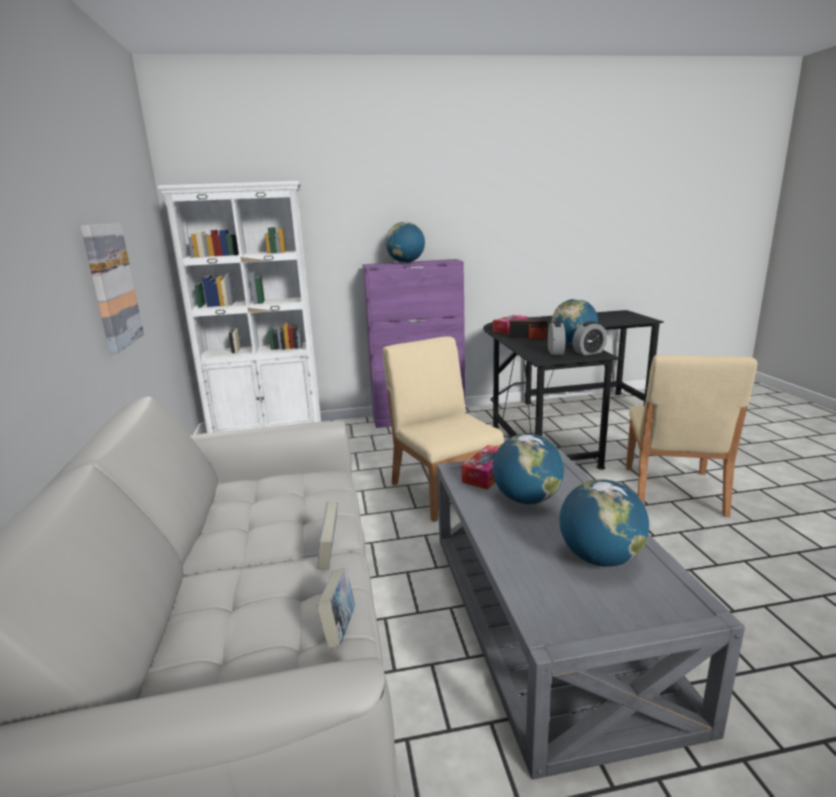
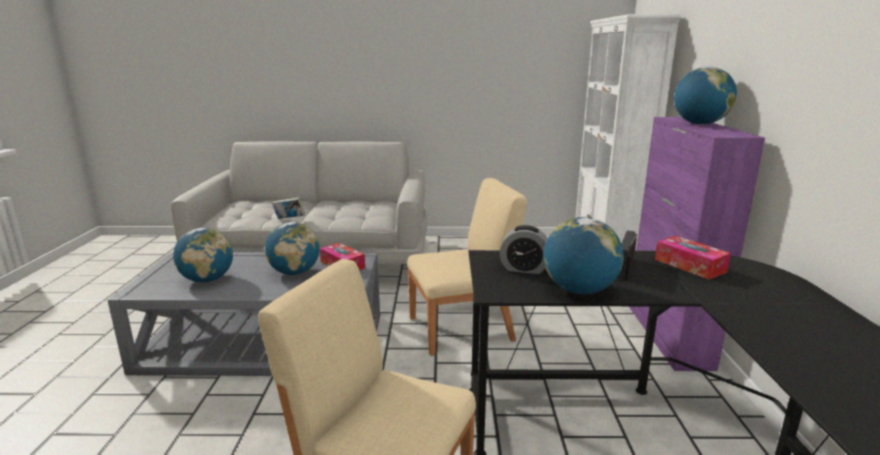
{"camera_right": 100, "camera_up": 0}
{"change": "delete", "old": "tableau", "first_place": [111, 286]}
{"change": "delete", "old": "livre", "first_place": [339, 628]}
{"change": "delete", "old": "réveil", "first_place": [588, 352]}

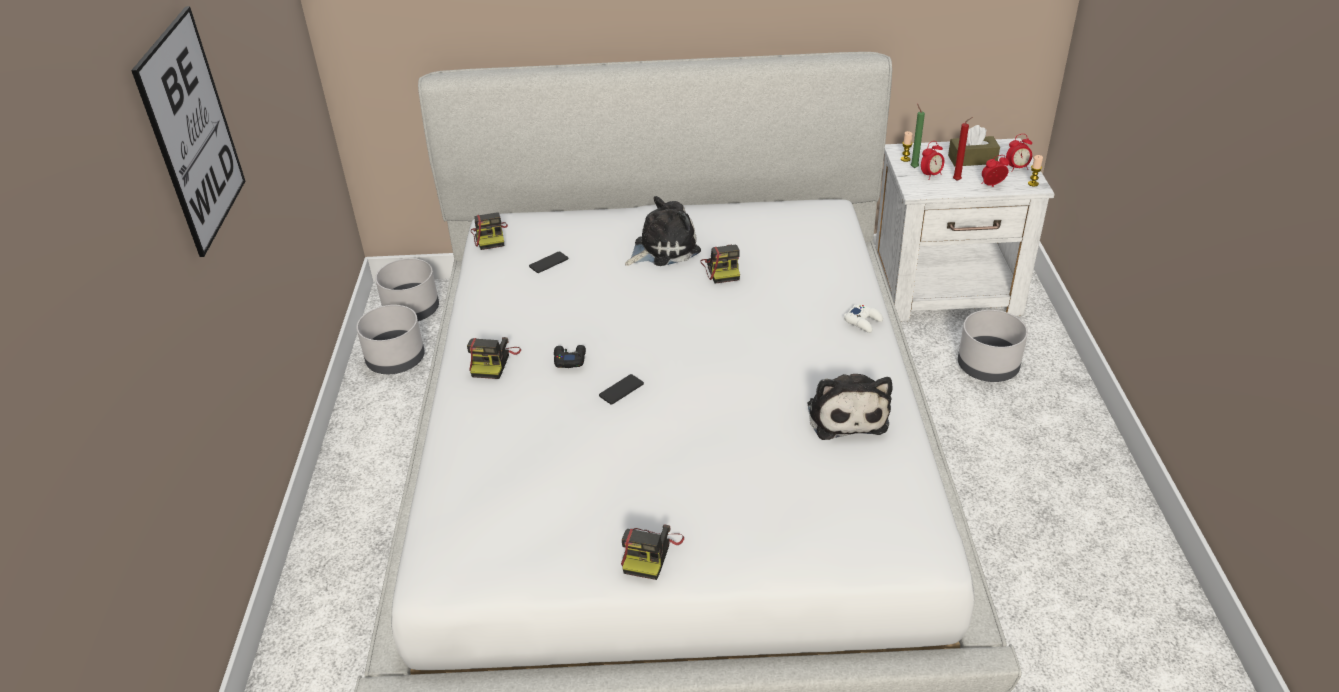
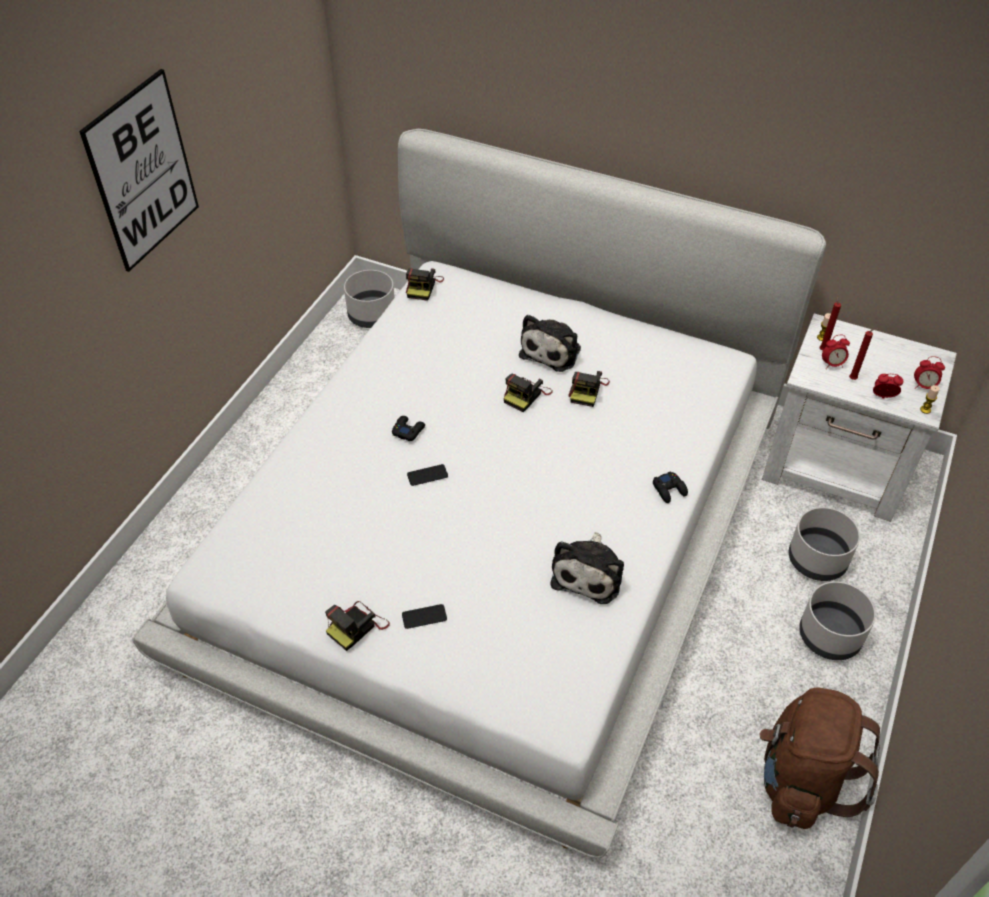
{"camera_right": 25, "camera_up": 10}
{"change": "delete", "old": "boîte à mouchoirs/marron", "first_place": [972, 159]}
{"change": "insert", "new": "sac à dos/marron", "second_place": [801, 779]}
{"change": "move", "old": "cache-pot/gris", "first_place": [396, 360], "second_place": [829, 636]}
{"change": "move", "old": "appareil photo", "first_place": [493, 362], "second_place": [526, 395]}
{"change": "move", "old": "téléphone", "first_place": [548, 263], "second_place": [424, 616]}
{"change": "recolor", "old": "manette/blanc", "new": "manette/noir", "first_place": [863, 321], "second_place": [669, 490]}
{"change": "recolor", "old": "bougie/vert", "new": "bougie/rouge", "first_place": [913, 167], "second_place": [822, 349]}
{"change": "rotate", "old": "peluche", "first_place": [663, 248], "second_place": [552, 350], "degrees": 120}

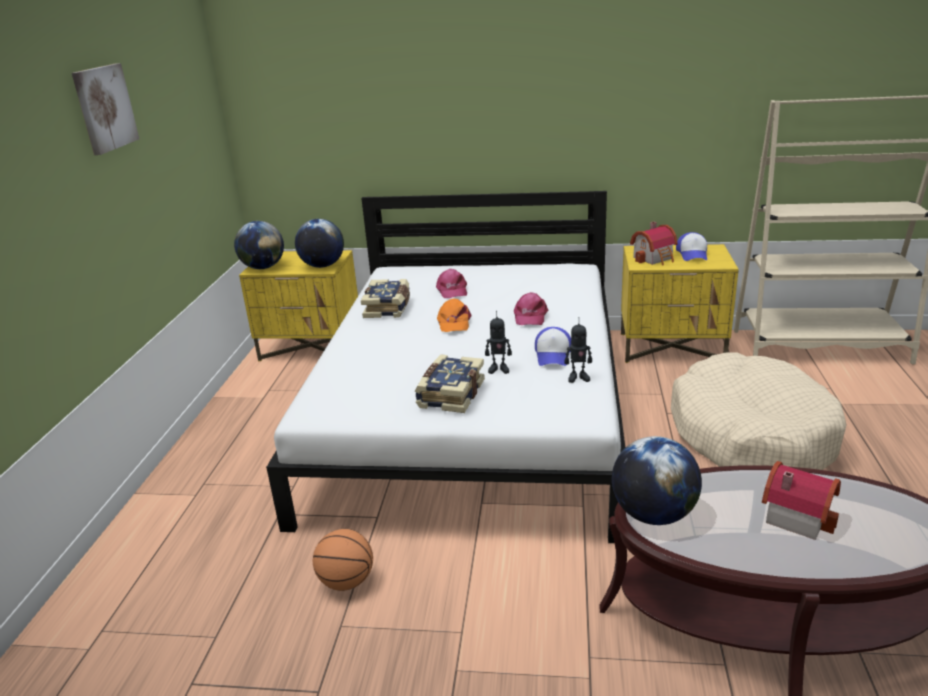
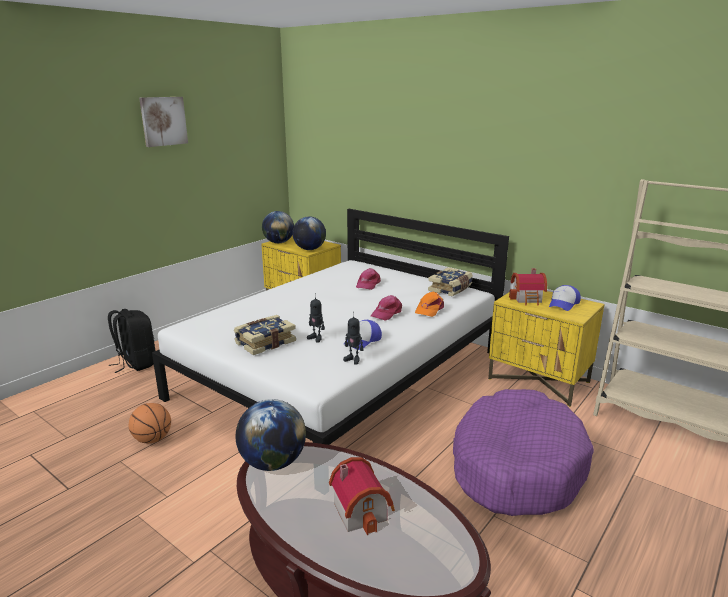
{"camera_right": 30, "camera_up": -5}
{"change": "insert", "new": "sac à dos/noir", "second_place": [136, 363]}
{"change": "move", "old": "livre", "first_place": [388, 308], "second_place": [451, 289]}
{"change": "move", "old": "casquette/orange", "first_place": [454, 322], "second_place": [429, 309]}
{"change": "recolor", "old": "panier pour chien/beige", "new": "panier pour chien/violet", "first_place": [751, 436], "second_place": [516, 466]}

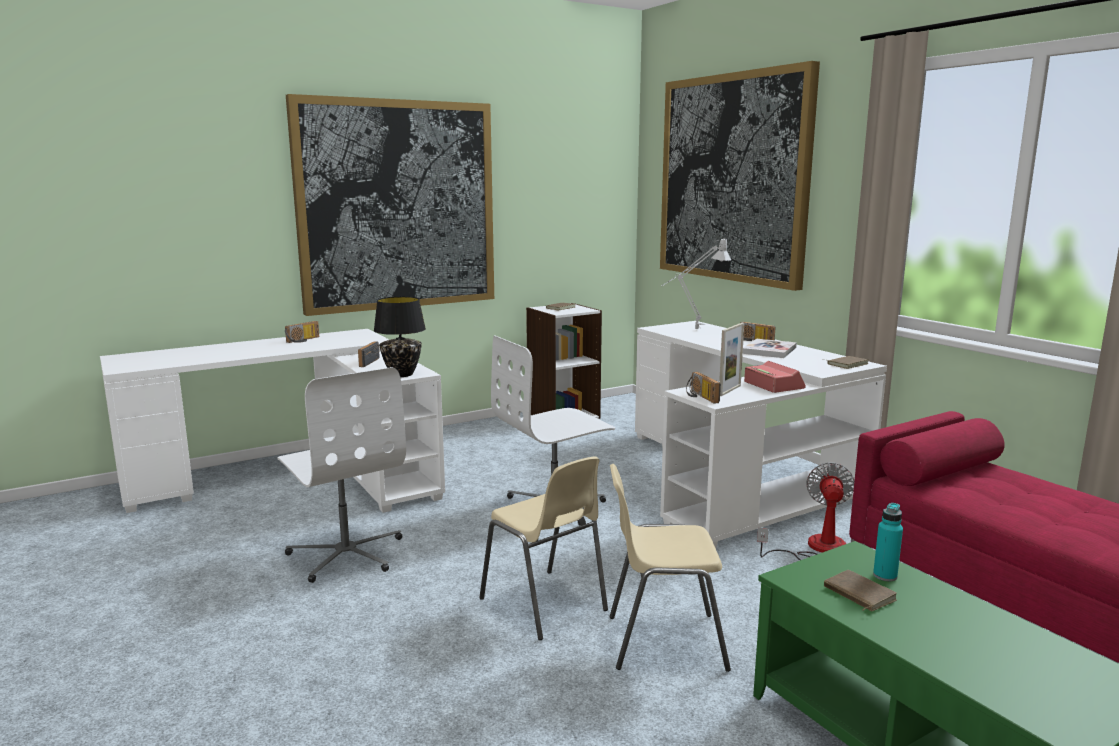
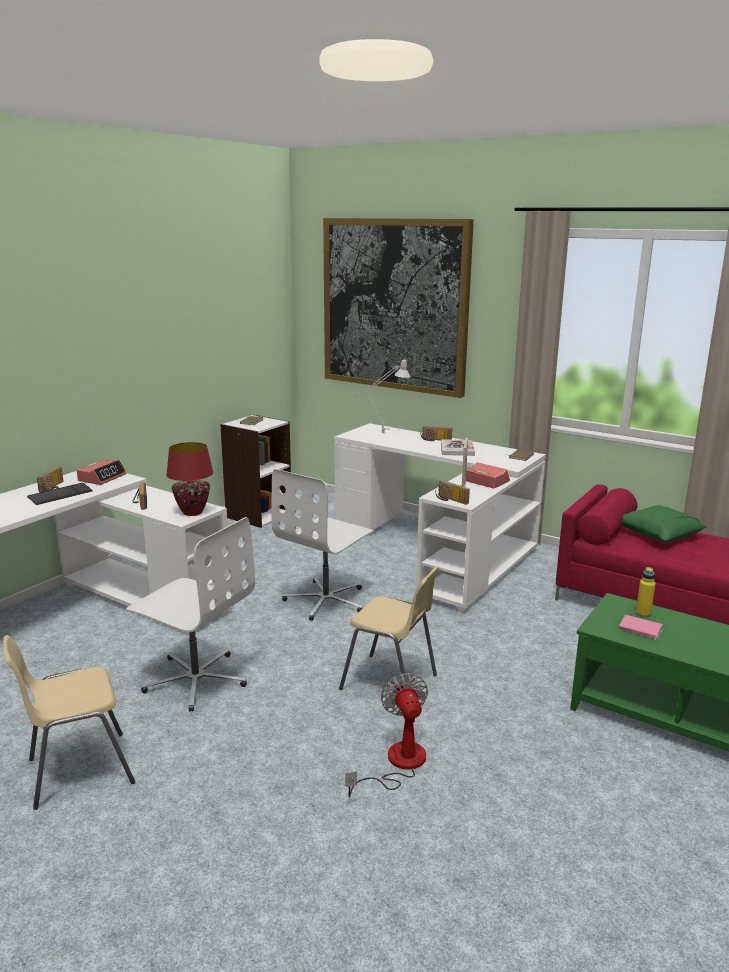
{"camera_right": -25, "camera_up": 5}
{"change": "delete", "old": "tableau", "first_place": [397, 206]}
{"change": "insert", "new": "clavier", "second_place": [60, 495]}
{"change": "insert", "new": "réveil", "second_place": [102, 478]}
{"change": "insert", "new": "coussin/vert", "second_place": [658, 534]}
{"change": "move", "old": "chaise/beige", "first_place": [662, 641], "second_place": [77, 771]}
{"change": "move", "old": "ventilateur", "first_place": [815, 548], "second_place": [397, 764]}
{"change": "recolor", "old": "lampe de table/noir", "new": "lampe de table/rouge", "first_place": [401, 374], "second_place": [192, 512]}
{"change": "recolor", "old": "livre/marron", "new": "livre/rose", "first_place": [857, 594], "second_place": [640, 630]}
{"change": "recolor", "old": "bouteille/turquoise", "new": "bouteille/jaune", "first_place": [885, 576], "second_place": [643, 613]}

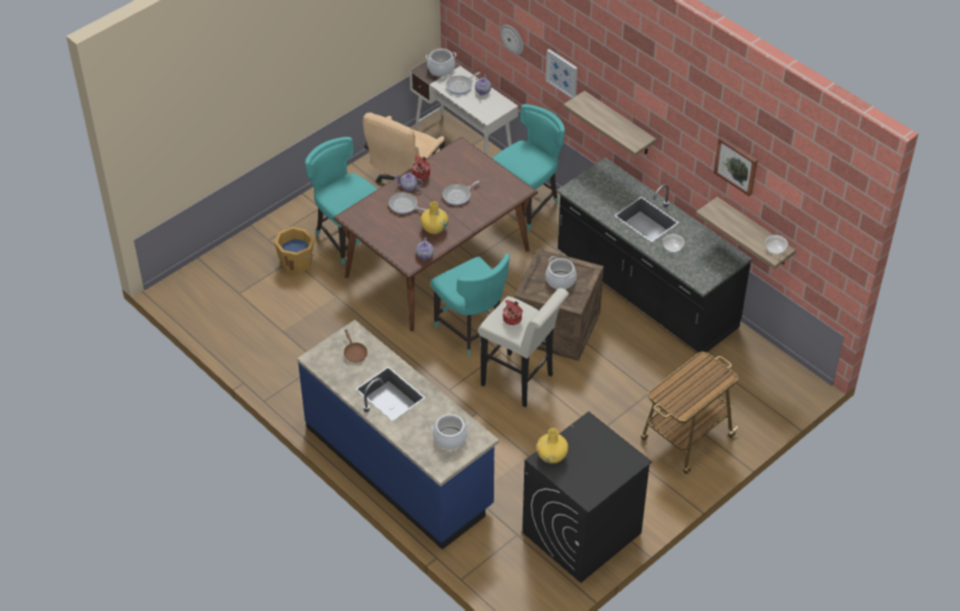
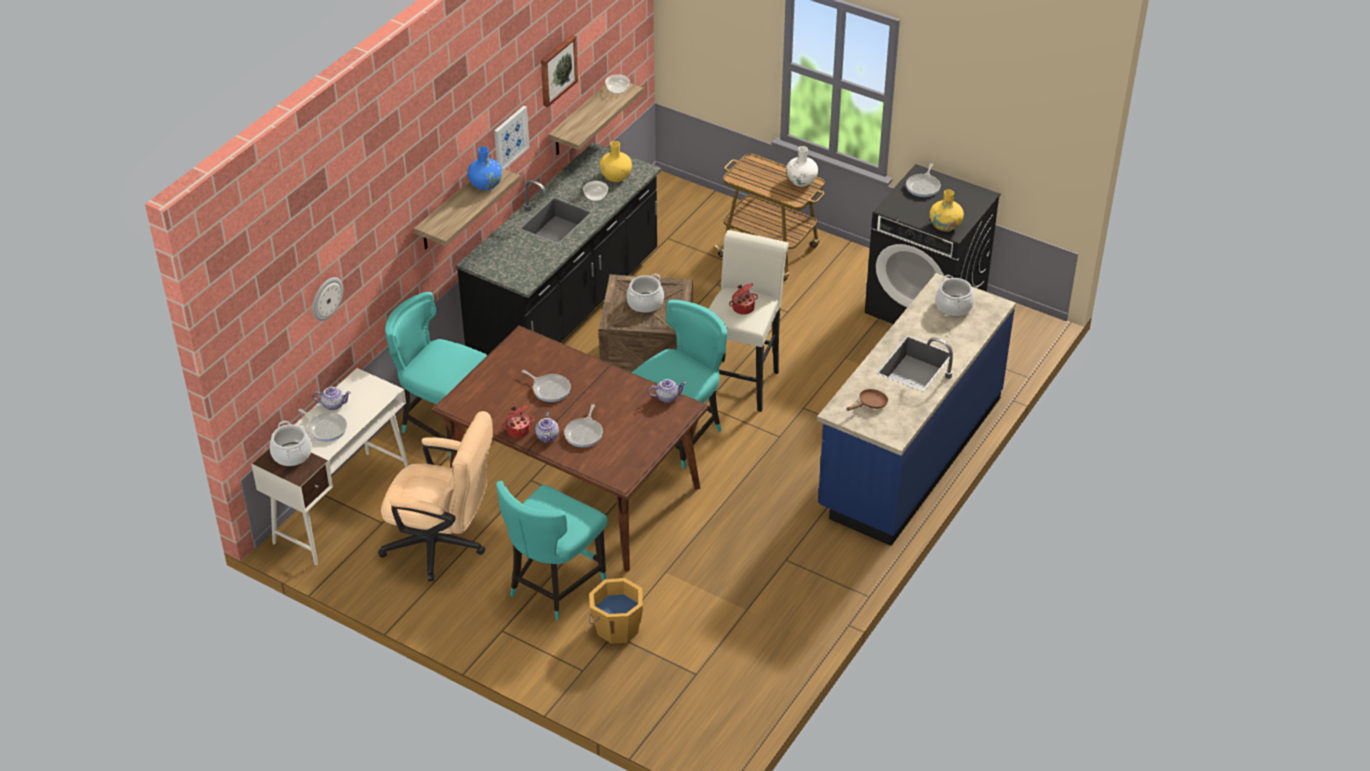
{"camera_right": -105, "camera_up": -5}
{"change": "insert", "new": "vase/bleu", "second_place": [485, 184]}
{"change": "insert", "new": "vase/blanc", "second_place": [801, 181]}
{"change": "insert", "new": "poêle", "second_place": [923, 186]}
{"change": "move", "old": "vase/jaune", "first_place": [434, 228], "second_place": [615, 176]}
{"change": "move", "old": "tableau", "first_place": [562, 73], "second_place": [510, 138]}

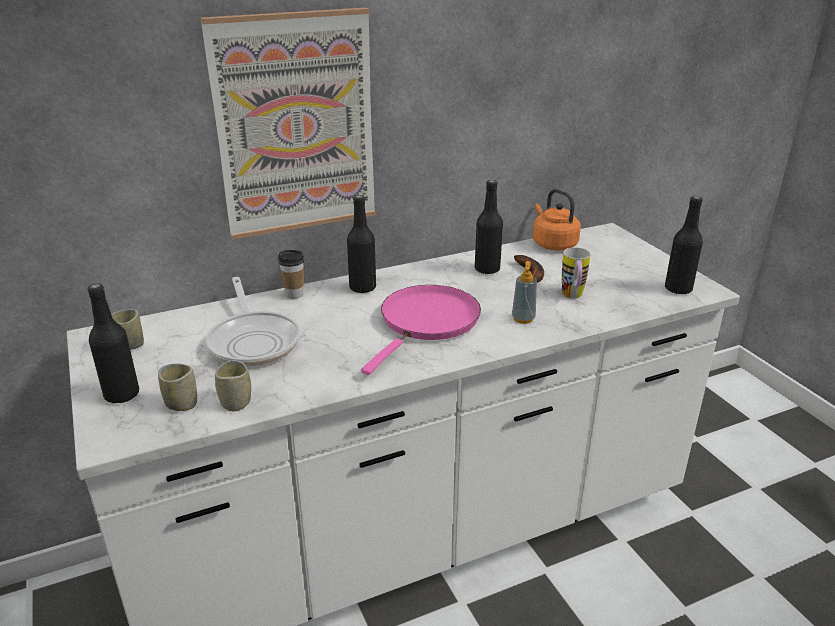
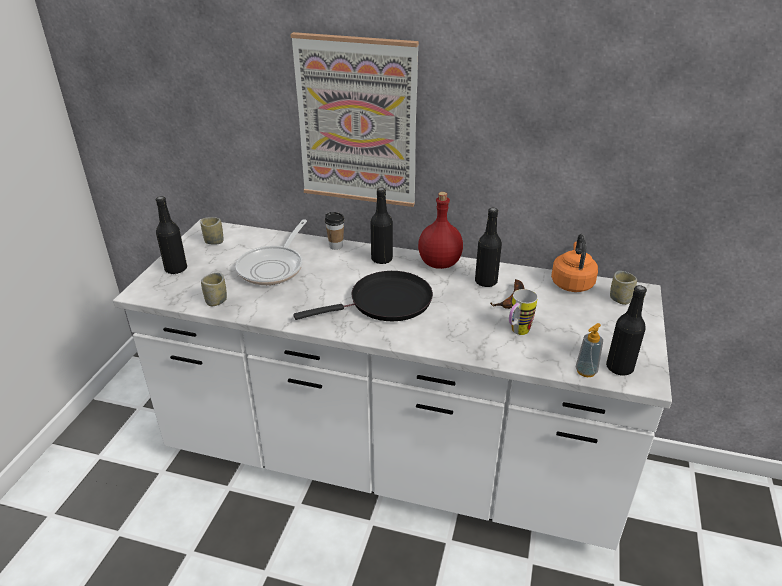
{"camera_right": 40, "camera_up": 5}
{"change": "insert", "new": "bouteille/rouge", "second_place": [438, 263]}
{"change": "move", "old": "tasse", "first_place": [181, 404], "second_place": [620, 299]}
{"change": "move", "old": "distributeur de savon", "first_place": [523, 319], "second_place": [586, 371]}
{"change": "recolor", "old": "poêle/rose", "new": "poêle/noir", "first_place": [427, 322], "second_place": [385, 302]}

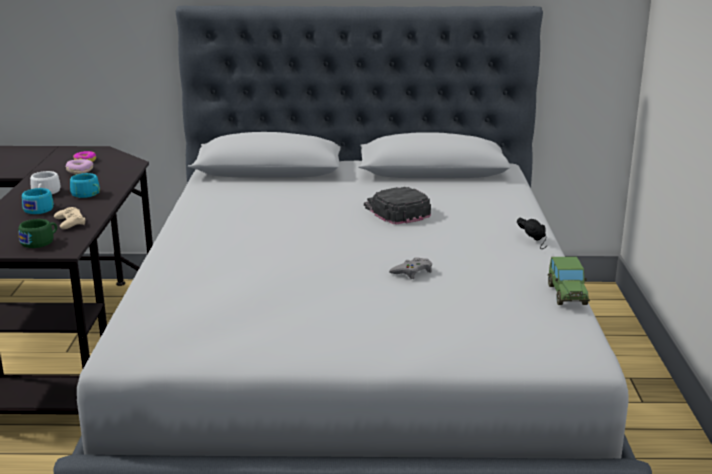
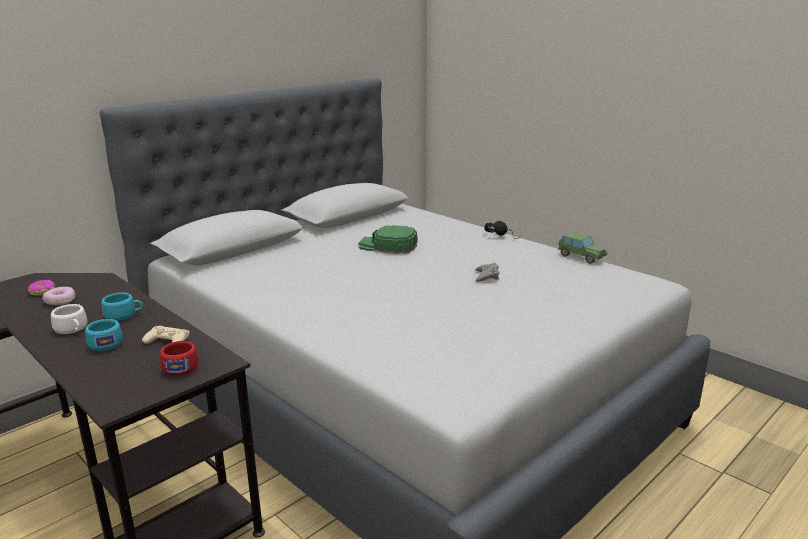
{"camera_right": -45, "camera_up": 0}
{"change": "recolor", "old": "tasse/vert", "new": "tasse/rouge", "first_place": [40, 242], "second_place": [181, 366]}
{"change": "recolor", "old": "casquette/noir", "new": "casquette/vert", "first_place": [395, 211], "second_place": [388, 246]}

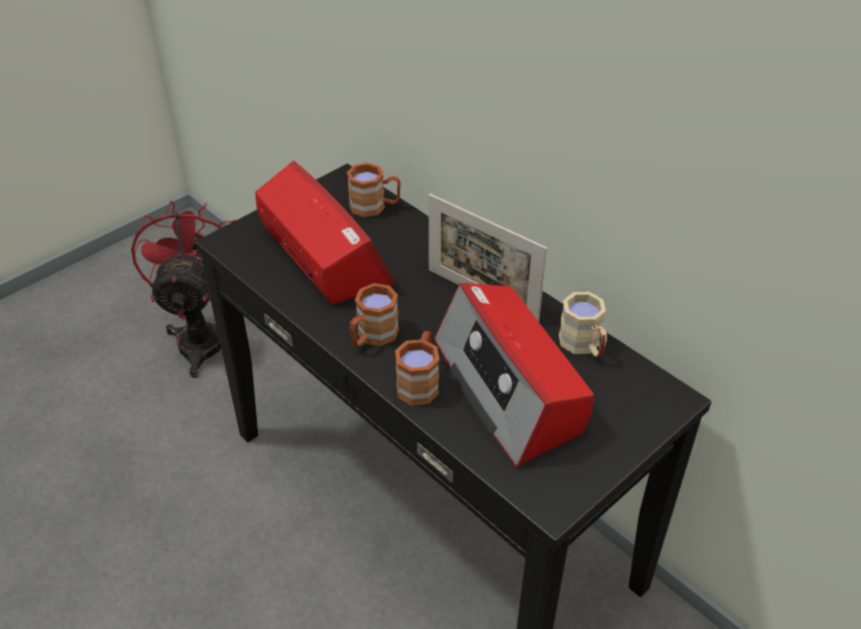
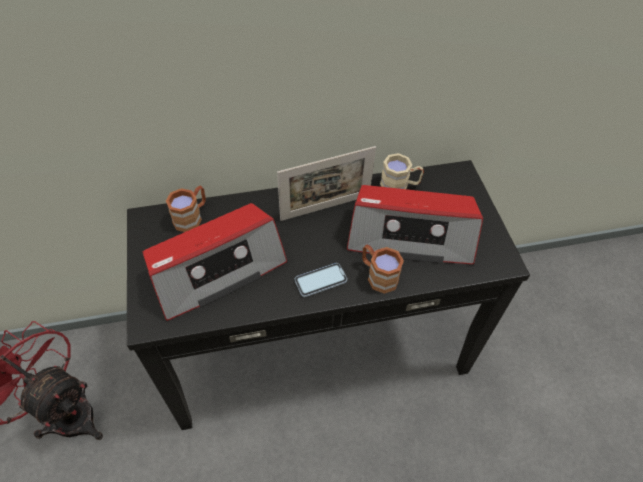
{"camera_right": -60, "camera_up": 10}
{"change": "replace", "old": "mug/marron", "new": "téléphone", "first_place": [372, 337], "second_place": [320, 280]}
{"change": "rotate", "old": "radio", "first_place": [323, 254], "second_place": [217, 269], "degrees": 150}

